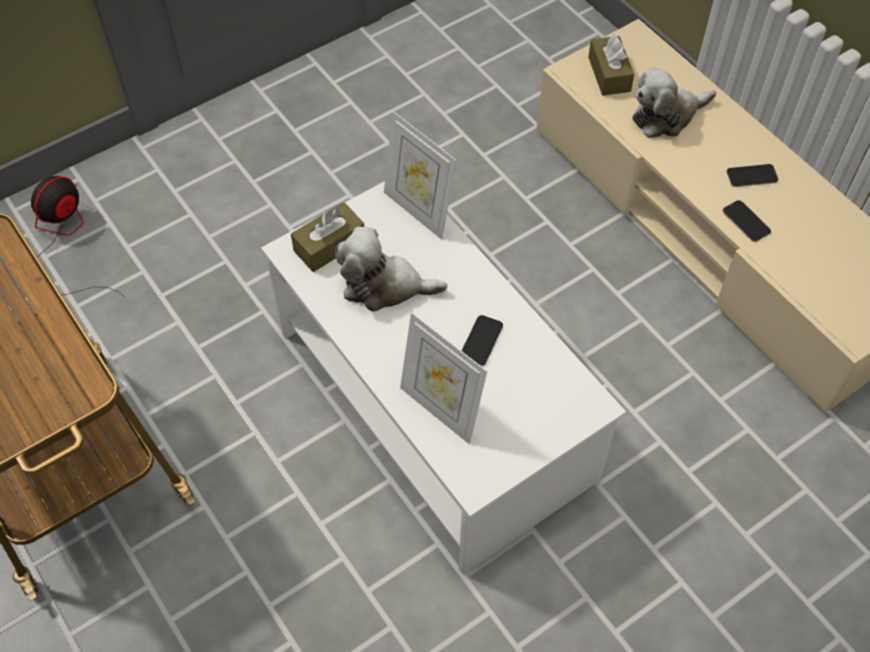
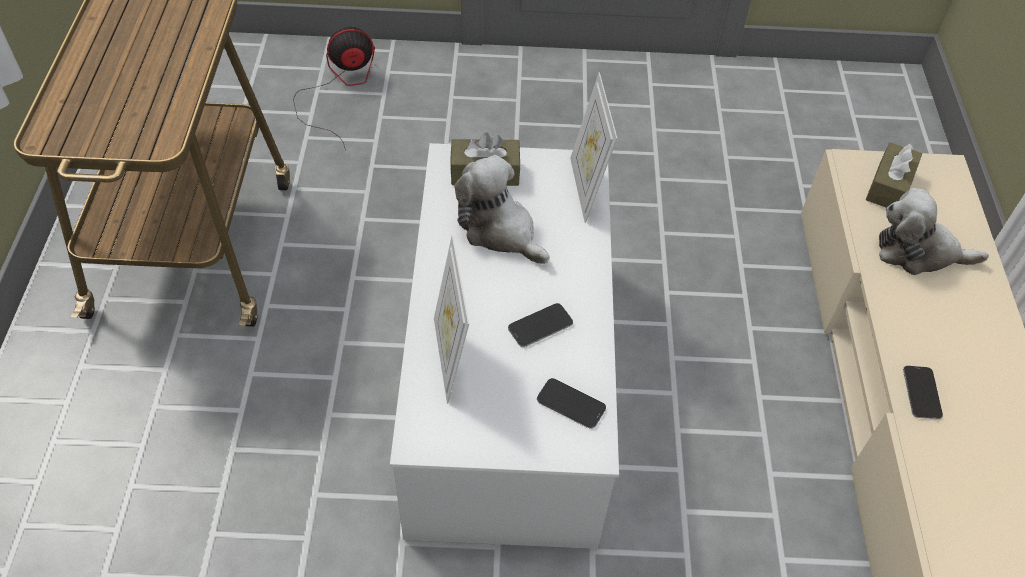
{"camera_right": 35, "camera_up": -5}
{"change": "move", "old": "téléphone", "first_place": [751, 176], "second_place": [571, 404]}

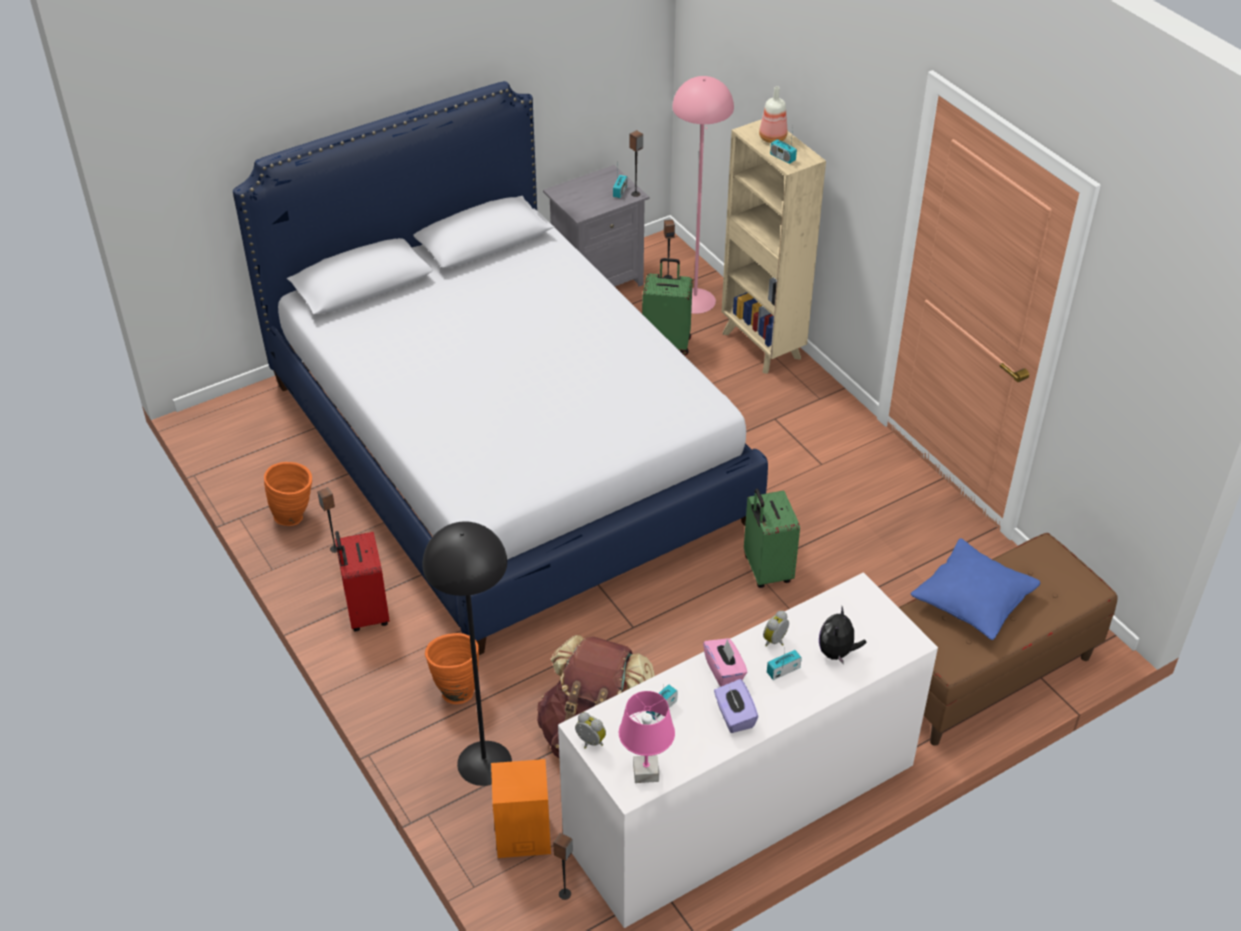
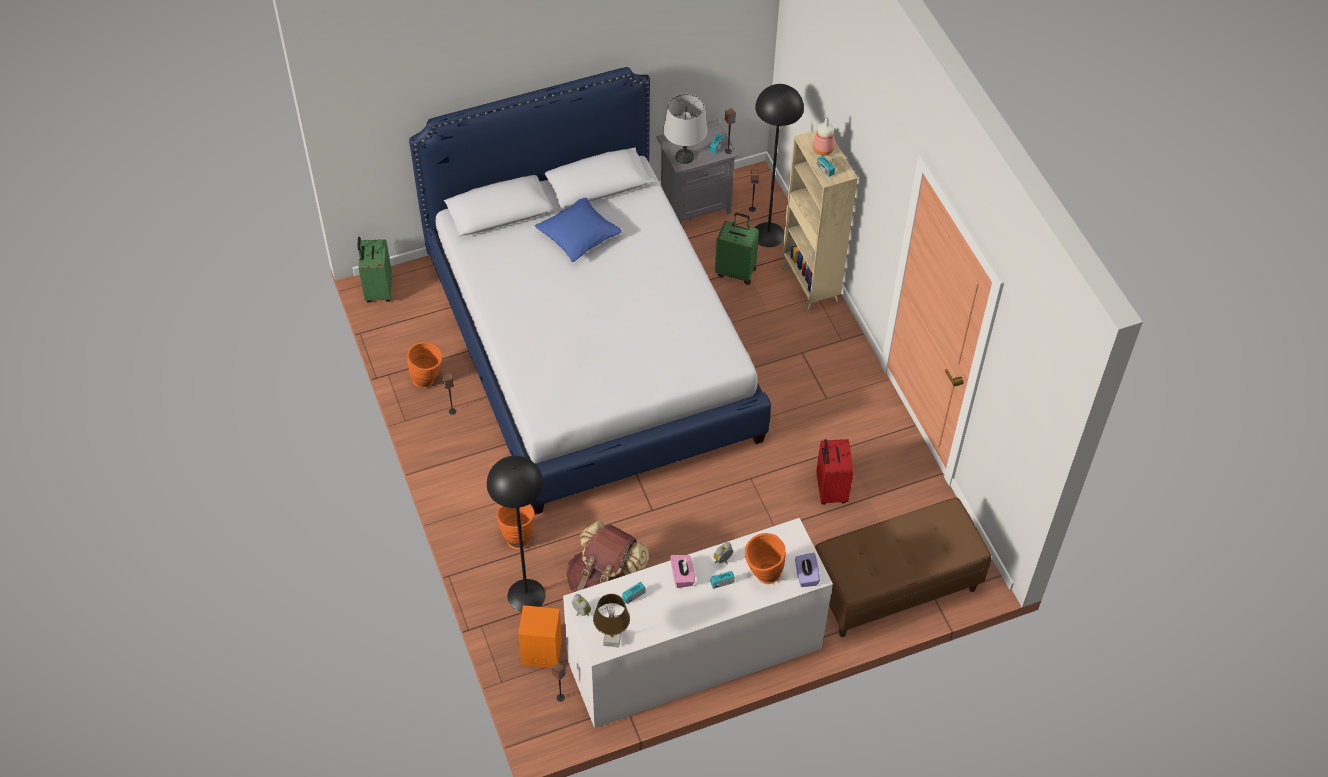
{"camera_right": 10, "camera_up": 10}
{"change": "insert", "new": "lampe de table/gris", "second_place": [684, 156]}
{"change": "move", "old": "valise/rouge", "first_place": [365, 612], "second_place": [830, 490]}
{"change": "move", "old": "boîte à mouchoirs/violet", "first_place": [734, 716], "second_place": [806, 575]}
{"change": "move", "old": "valise/vert", "first_place": [766, 570], "second_place": [378, 290]}
{"change": "move", "old": "coussin/bleu", "first_place": [973, 599], "second_place": [578, 236]}
{"change": "replace", "old": "peluche", "new": "vase/orange", "first_place": [837, 652], "second_place": [762, 576]}
{"change": "recolor", "old": "lampe de table/rose", "new": "lampe de table/marron", "first_place": [646, 773], "second_place": [612, 640]}
{"change": "recolor", "old": "lampadaire/rose", "new": "lampadaire/noir", "first_place": [695, 300], "second_place": [768, 234]}

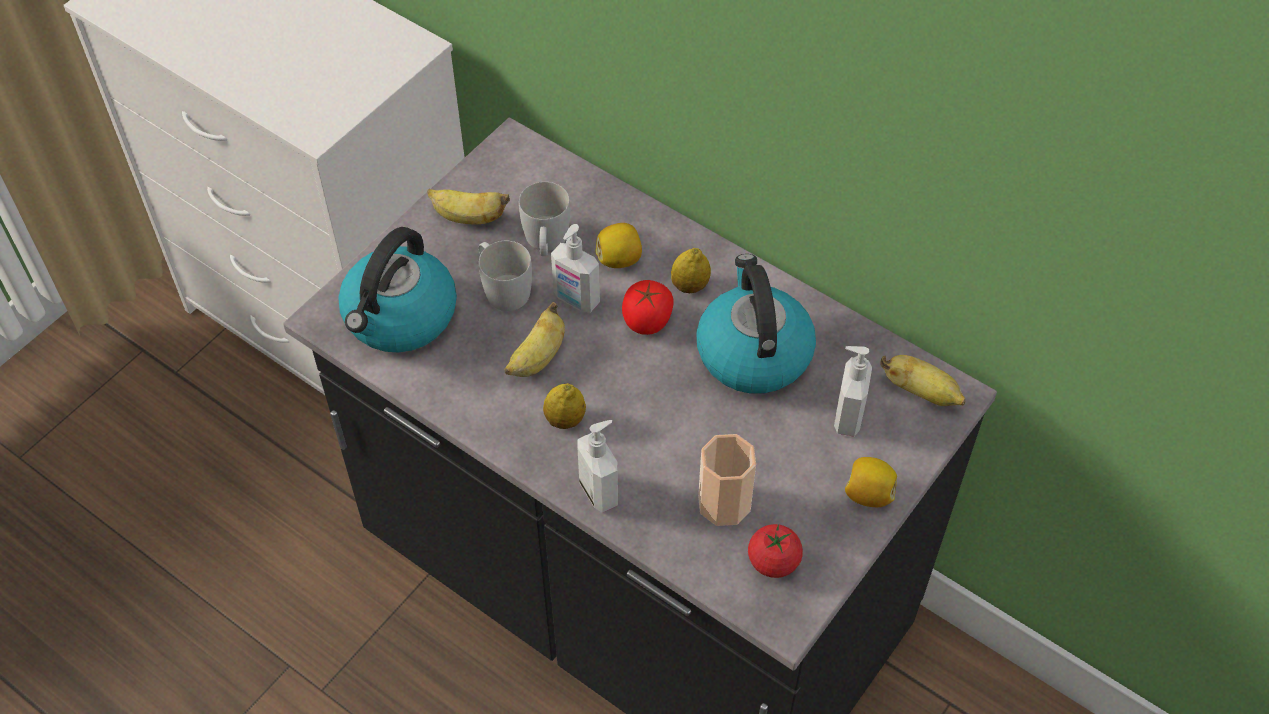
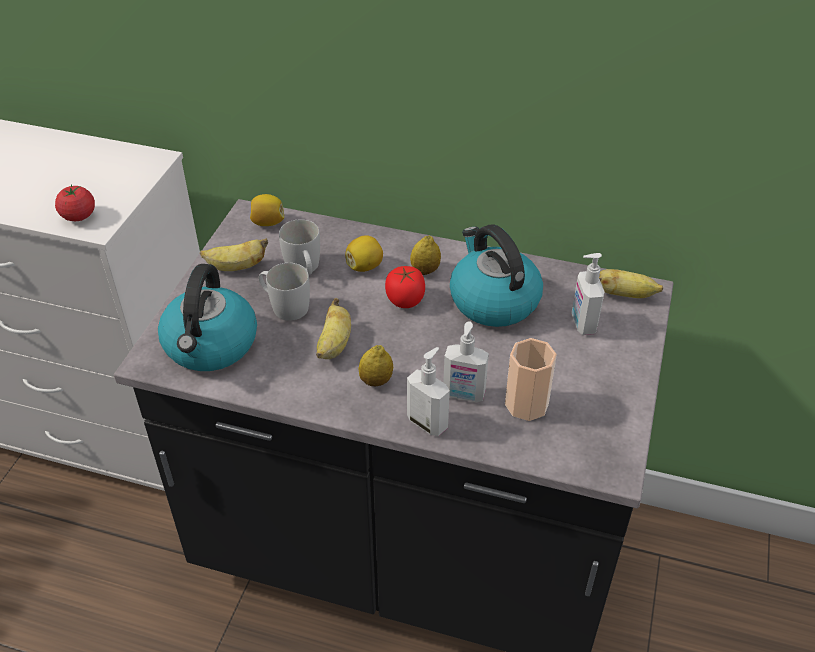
{"camera_right": -20, "camera_up": -10}
{"change": "move", "old": "distributeur de savon", "first_place": [576, 300], "second_place": [463, 395]}
{"change": "move", "old": "tomate", "first_place": [773, 561], "second_place": [78, 216]}
{"change": "move", "old": "citron", "first_place": [868, 494], "second_place": [267, 222]}

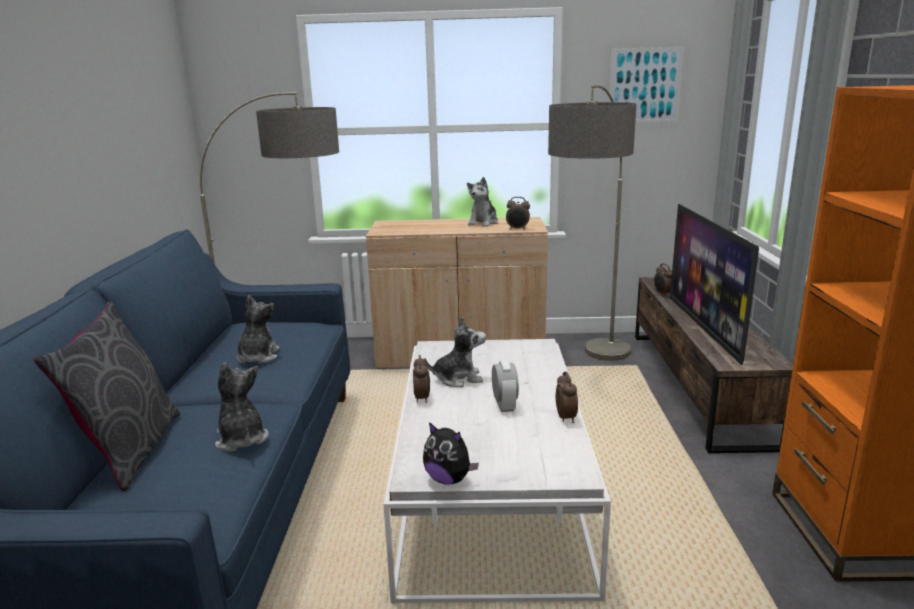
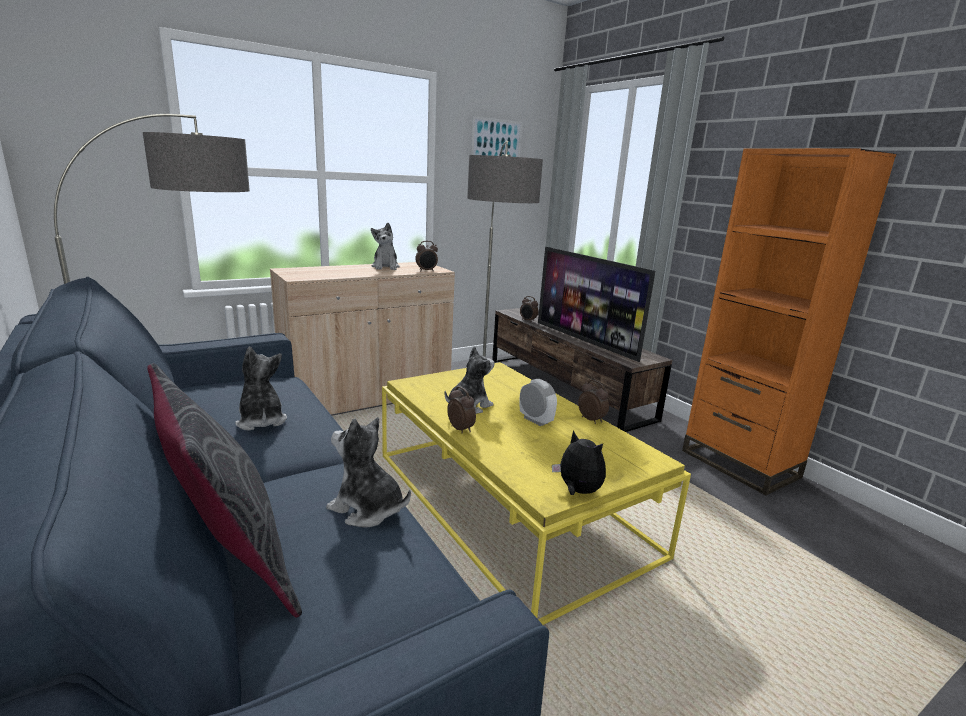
{"camera_right": -35, "camera_up": 0}
{"change": "recolor", "old": "table basse/blanc", "new": "table basse/jaune", "first_place": [490, 488], "second_place": [508, 501]}
{"change": "rotate", "old": "peluche", "first_place": [449, 479], "second_place": [577, 491], "degrees": -135}

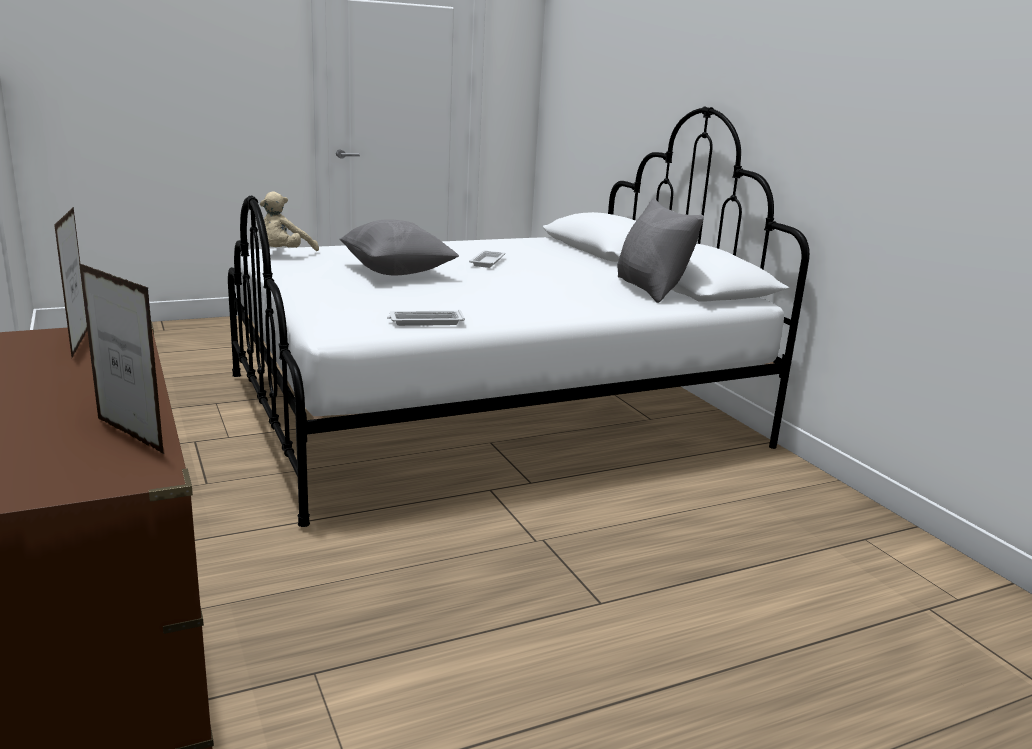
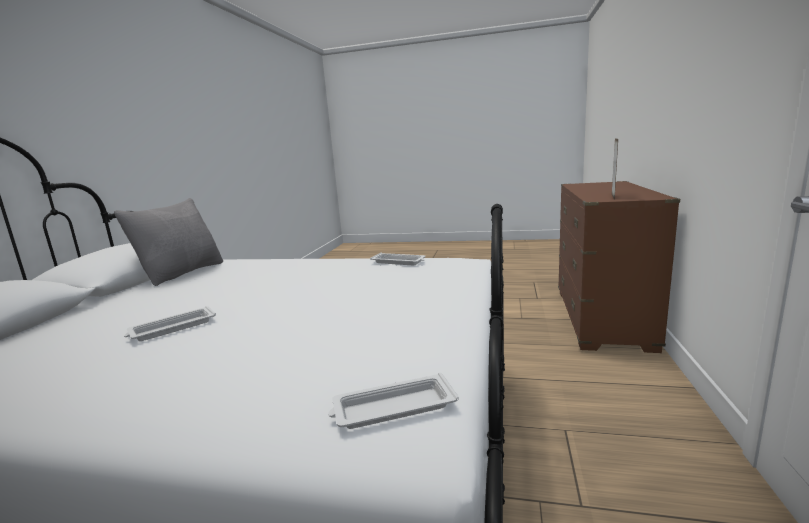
{"camera_right": -140, "camera_up": -5}
{"change": "delete", "old": "cadre photo", "first_place": [129, 436]}
{"change": "delete", "old": "coussin/gris", "first_place": [396, 272]}
{"change": "replace", "old": "peluche/beige", "new": "plateau/blanc", "first_place": [284, 254], "second_place": [392, 408]}

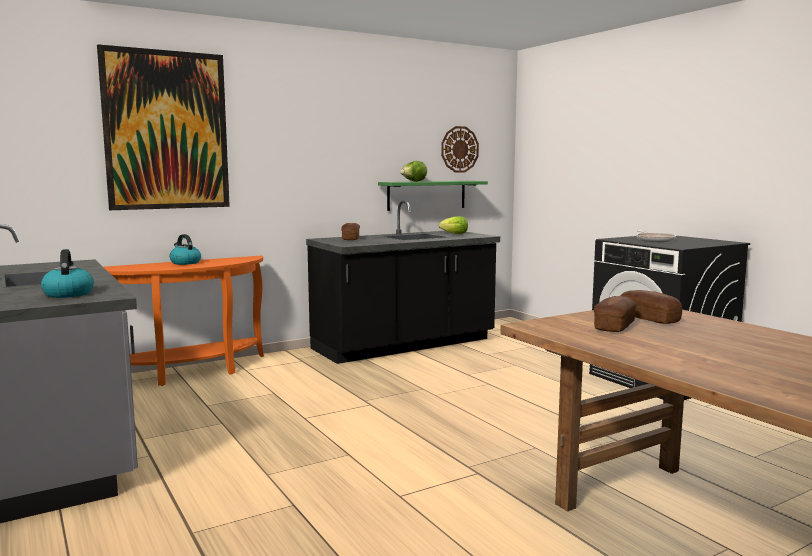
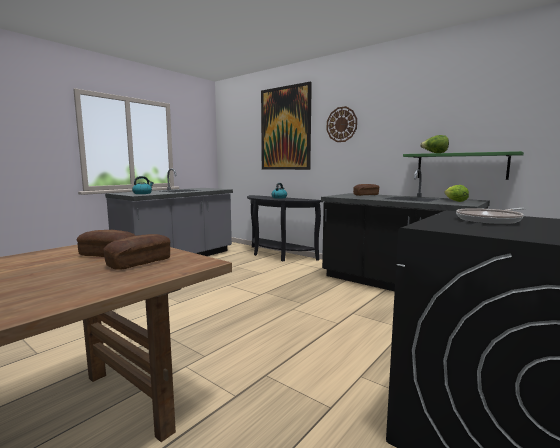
{"camera_right": 70, "camera_up": 0}
{"change": "move", "old": "horloge murale", "first_place": [459, 149], "second_place": [341, 124]}
{"change": "recolor", "old": "table console/orange", "new": "table console/noir", "first_place": [190, 373], "second_place": [276, 255]}

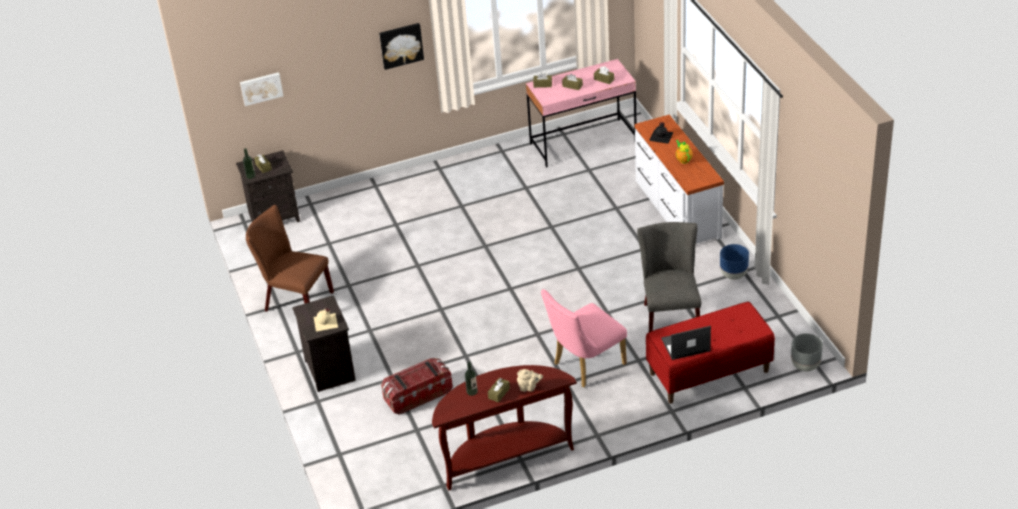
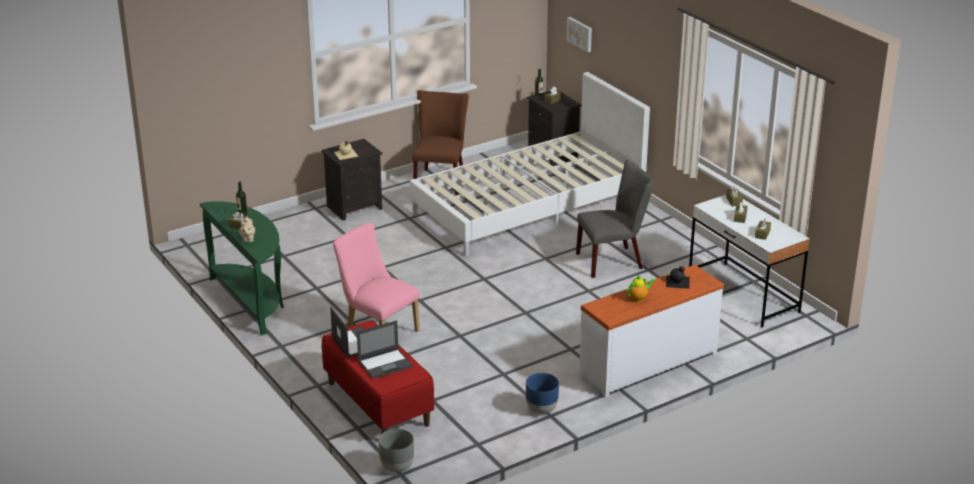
{"camera_right": 75, "camera_up": -10}
{"change": "delete", "old": "tableau", "first_place": [401, 45]}
{"change": "delete", "old": "boîte de rangement", "first_place": [417, 395]}
{"change": "insert", "new": "ordinateur portable", "second_place": [385, 363]}
{"change": "insert", "new": "lit/blanc", "second_place": [528, 207]}
{"change": "move", "old": "chaise/gris", "first_place": [669, 317], "second_place": [613, 261]}
{"change": "recolor", "old": "table console/marron", "new": "table console/vert", "first_place": [505, 456], "second_place": [252, 301]}
{"change": "recolor", "old": "bureau/rose", "new": "bureau/blanc", "first_place": [583, 143], "second_place": [743, 294]}

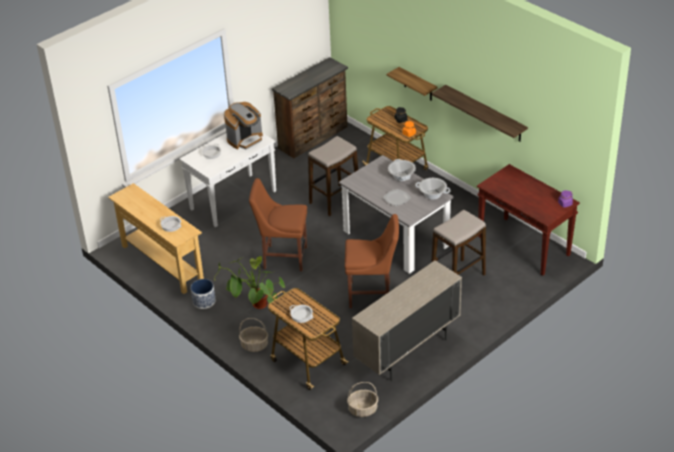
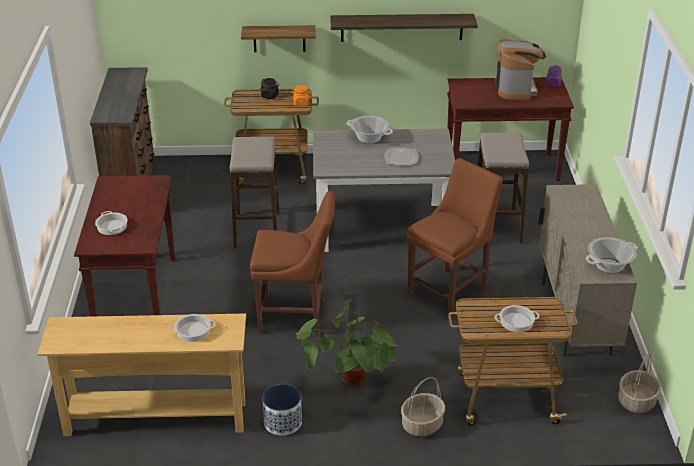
{"camera_right": -50, "camera_up": -5}
{"change": "move", "old": "machine à café", "first_place": [245, 139], "second_place": [516, 89]}
{"change": "move", "old": "marmite", "first_place": [432, 194], "second_place": [609, 265]}
{"change": "recolor", "old": "table console/blanc", "new": "table console/marron", "first_place": [233, 200], "second_place": [136, 295]}
{"change": "rotate", "old": "chaise/marron", "first_place": [282, 257], "second_place": [295, 316], "degrees": -135}

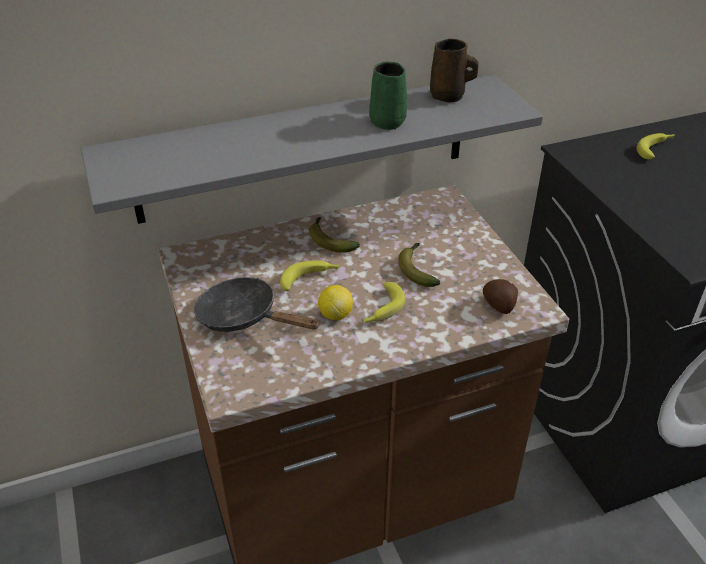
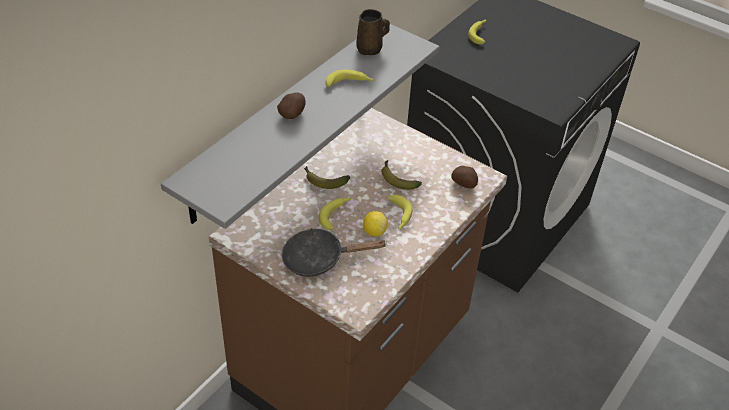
{"camera_right": -35, "camera_up": 5}
{"change": "insert", "new": "pomme de terre", "second_place": [293, 114]}
{"change": "replace", "old": "mug/vert", "new": "banane", "first_place": [387, 120], "second_place": [350, 83]}

